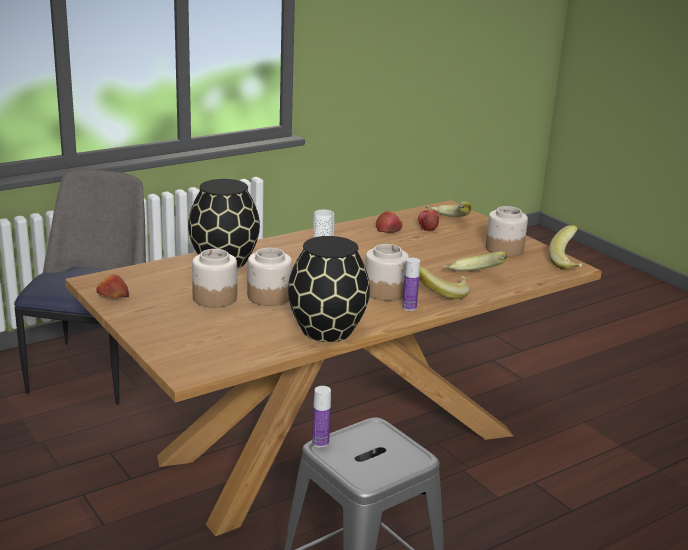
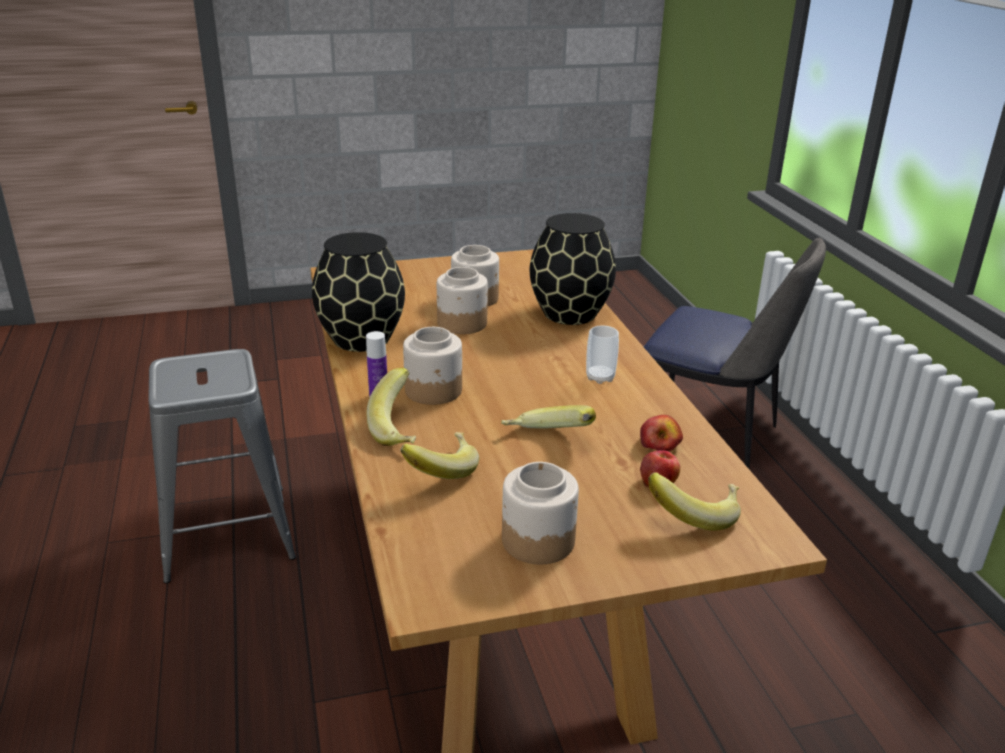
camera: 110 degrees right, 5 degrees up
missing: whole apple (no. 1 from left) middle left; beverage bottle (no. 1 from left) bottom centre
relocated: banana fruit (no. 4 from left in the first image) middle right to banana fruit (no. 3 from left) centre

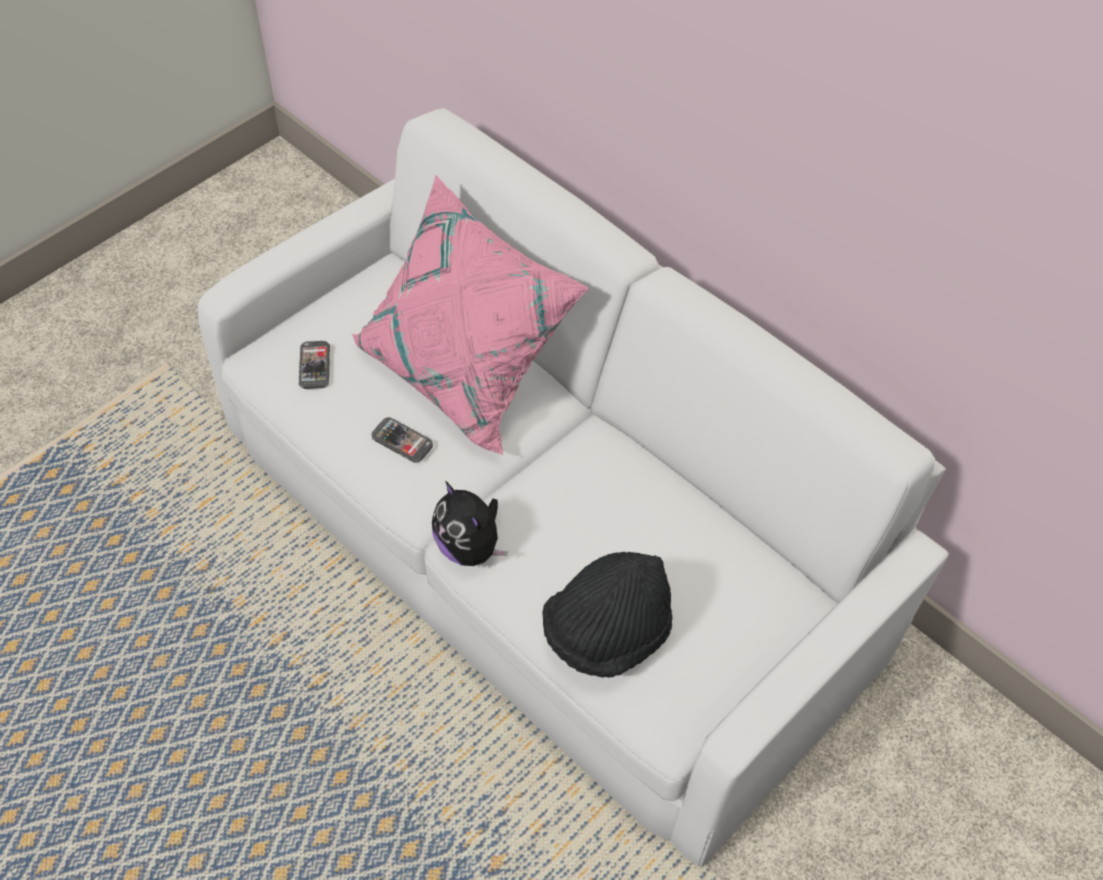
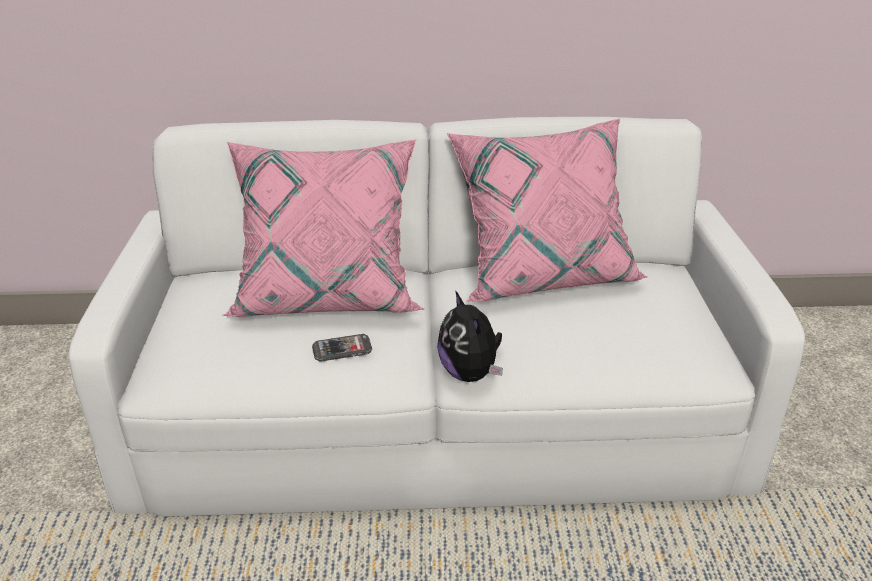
camera: 45 degrees left, 20 degrees down
missing: phone (no. 1 from left) middle left; clothing hat (black-coloured) bottom centre
appeared: throw pillow (pink) (no. 2 from left) centre
spun: soft toy centre = centre 60 degrees clockwise

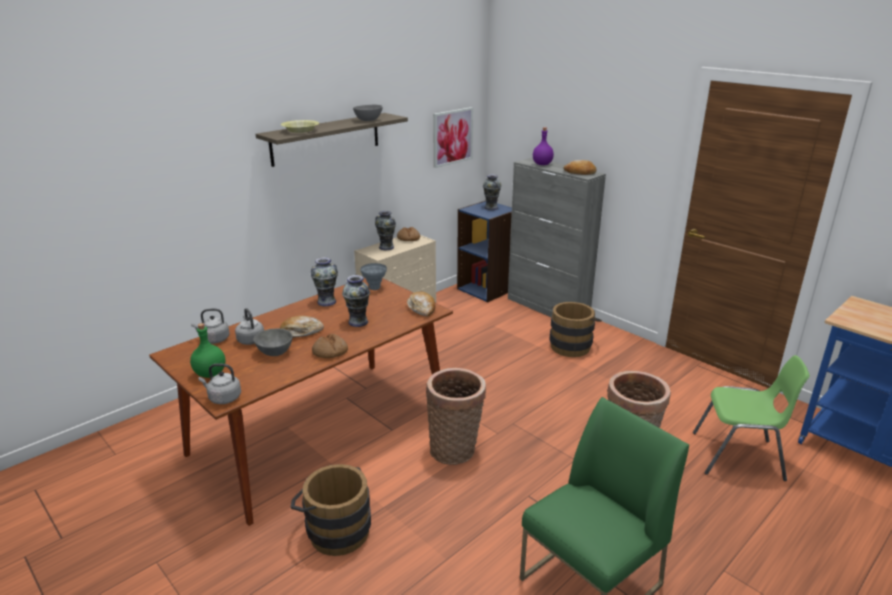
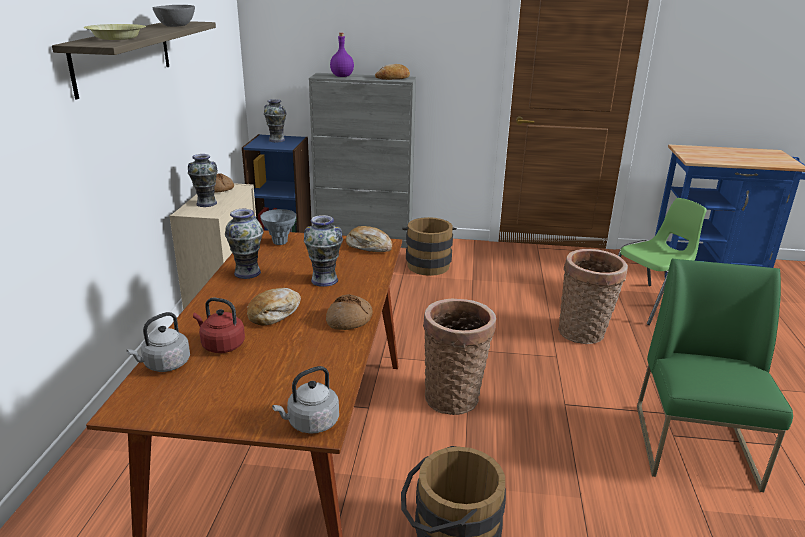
camera: 40 degrees left, 0 degrees up
missing: beverage bottle (greenish) middle left; serving bowl (greyish) (no. 1 from left) middle left; picture top centre
colour: tea kettle (greyish) (no. 3 from left) middle left to tea kettle (red-coloured) middle left

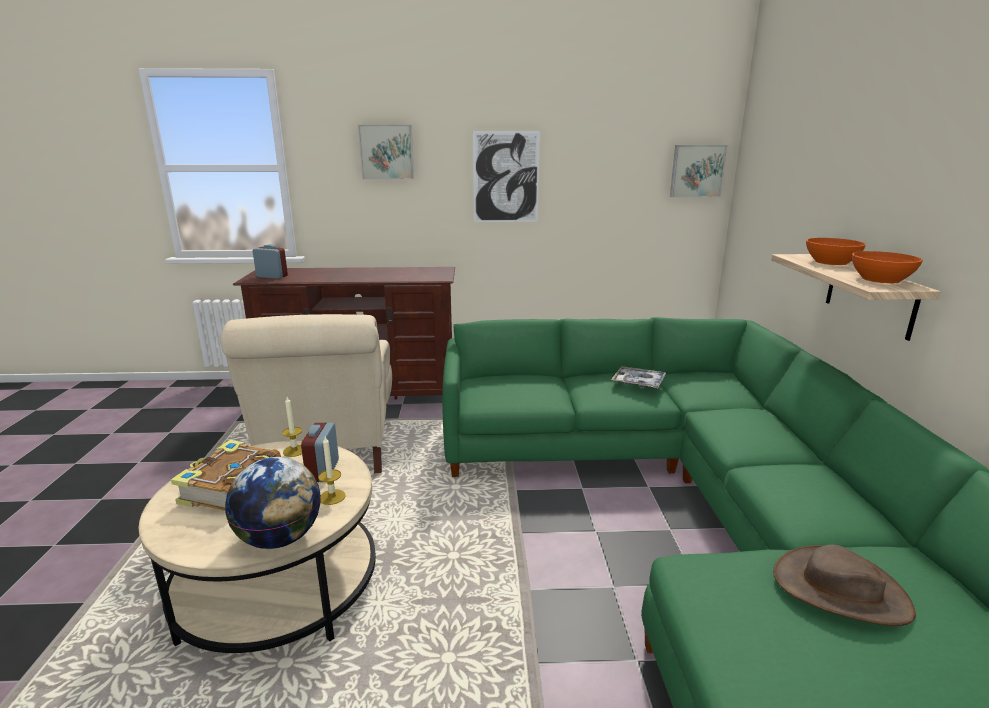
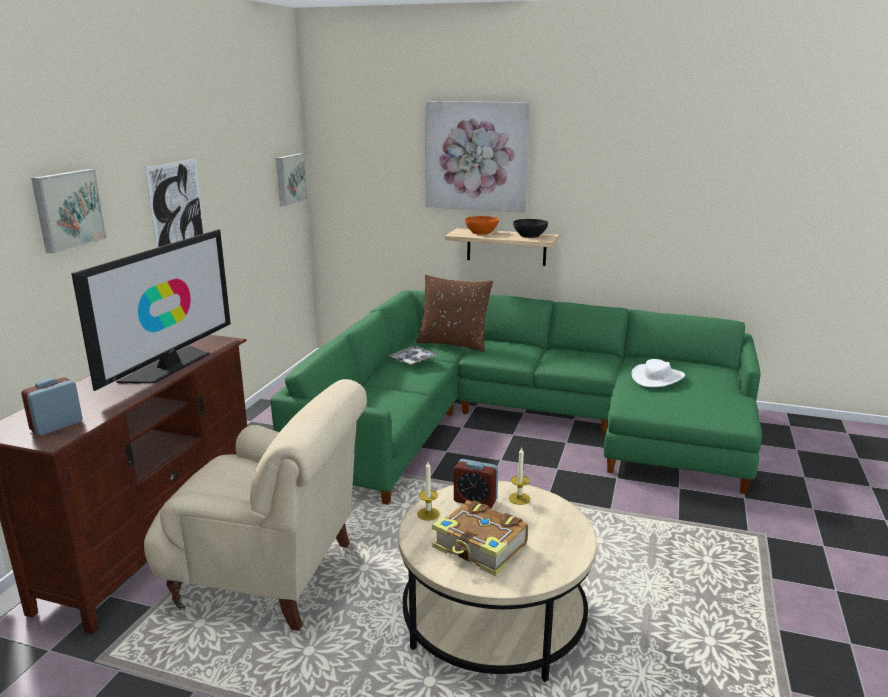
camera: 70 degrees left, 0 degrees up
missing: world globe bottom left
appeared: television middle left; throw pillow (brown-coloured) centre; picture (no. 4 from left) top centre
colour: clothing hat (brown-coloured) bottom right to clothing hat (white-coloured) middle right; serving bowl (orangey) (no. 2 from left) middle right to serving bowl (black-coloured) top centre

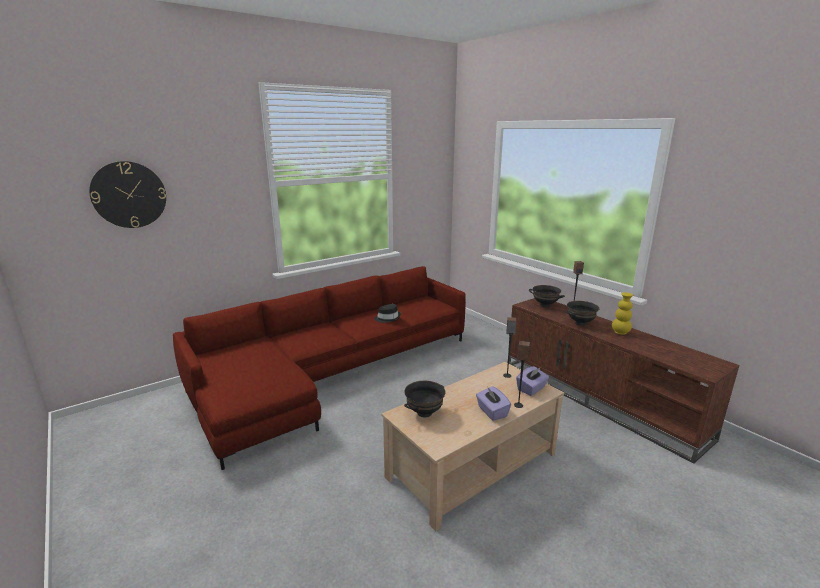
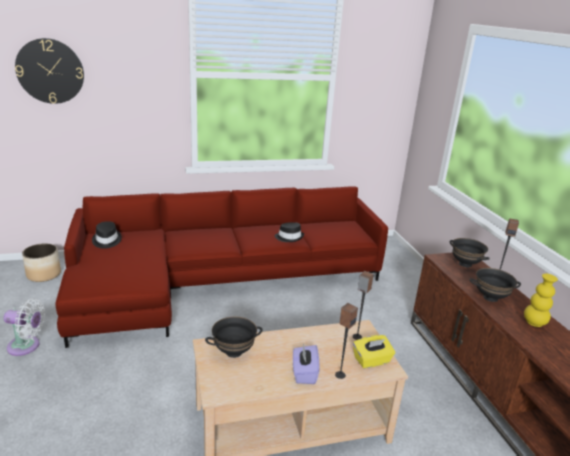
camera: 20 degrees right, 5 degrees up
appeared: fan (white-coloured) bottom left; planter middle left; clothing hat (black-coloured) (no. 1 from left) middle left
colour: box of tissues (purplish) (no. 2 from left) centre to box of tissues (yellowish) bottom centre

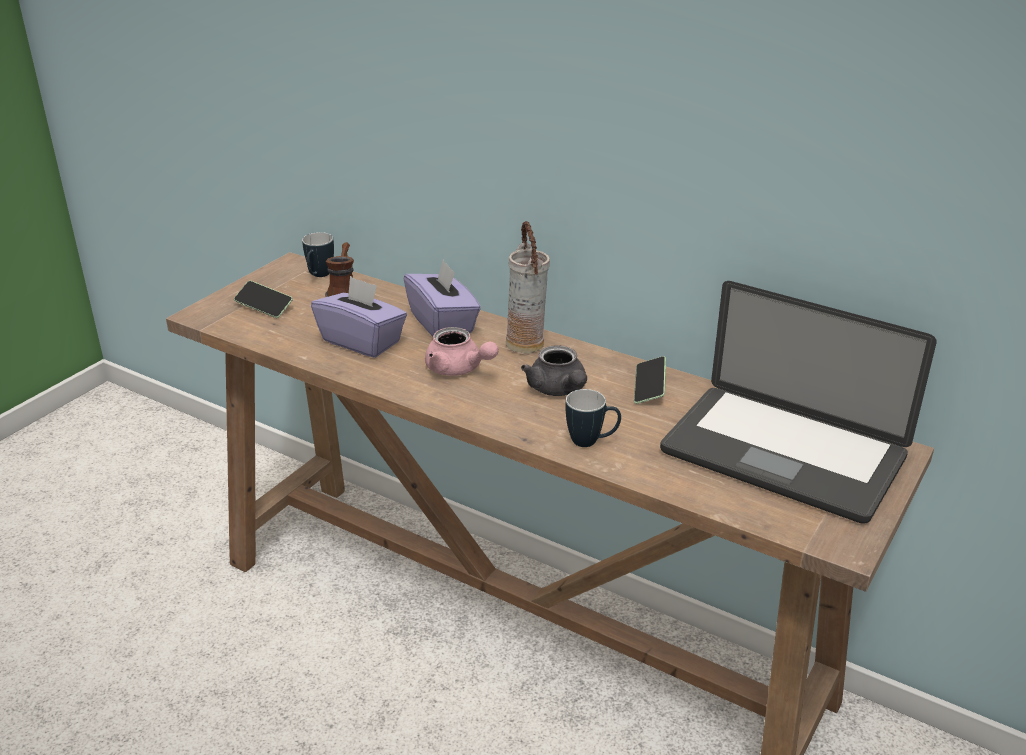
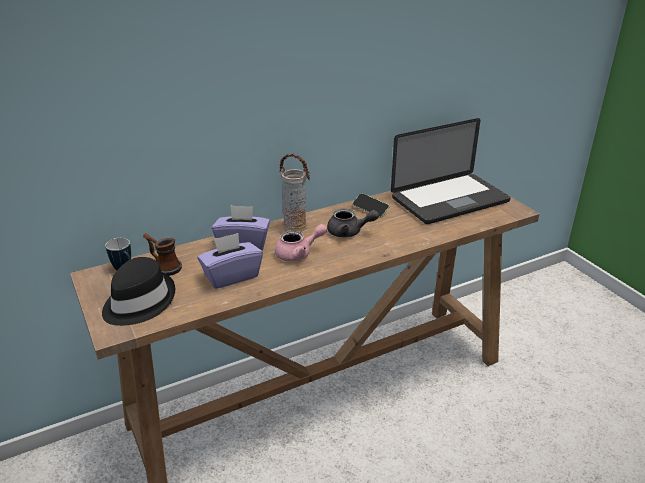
camera: 60 degrees left, 0 degrees up
missing: mug (no. 3 from left) centre
exchanged: phone (no. 1 from left) middle left to clothing hat (black-coloured) middle left

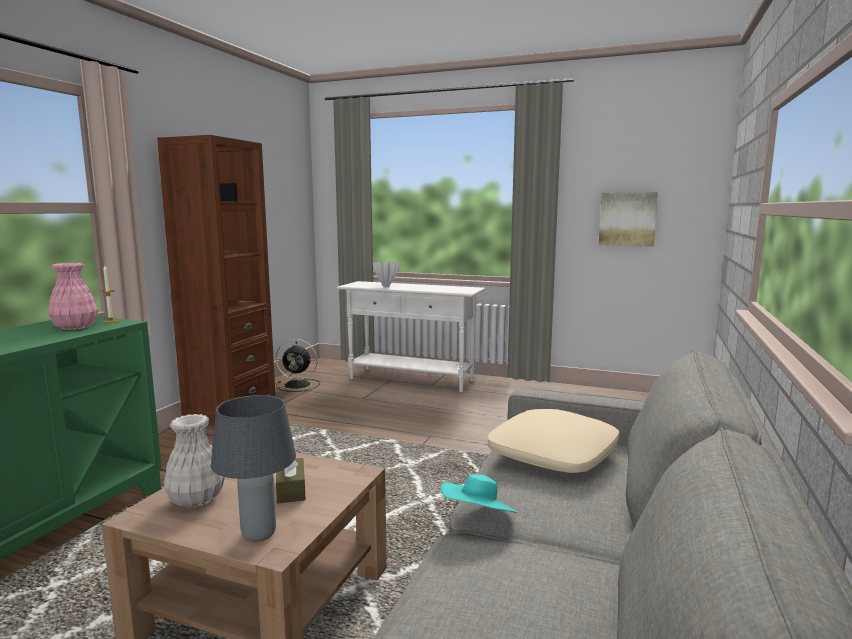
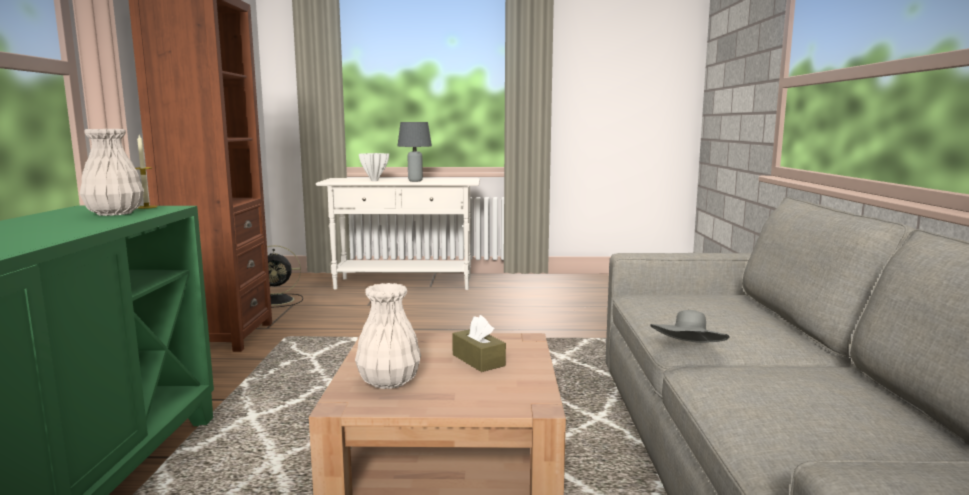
camera: 20 degrees left, 0 degrees up
missing: throw pillow (sand-coloured) bottom centre; picture middle right
relocated: tabletop lamp (greyish) bottom left to top centre
colour: vase (pink) middle left to vase (white-coloured) (no. 1 from left) middle left; clothing hat (blue-green) bottom centre to clothing hat (greyish) middle right

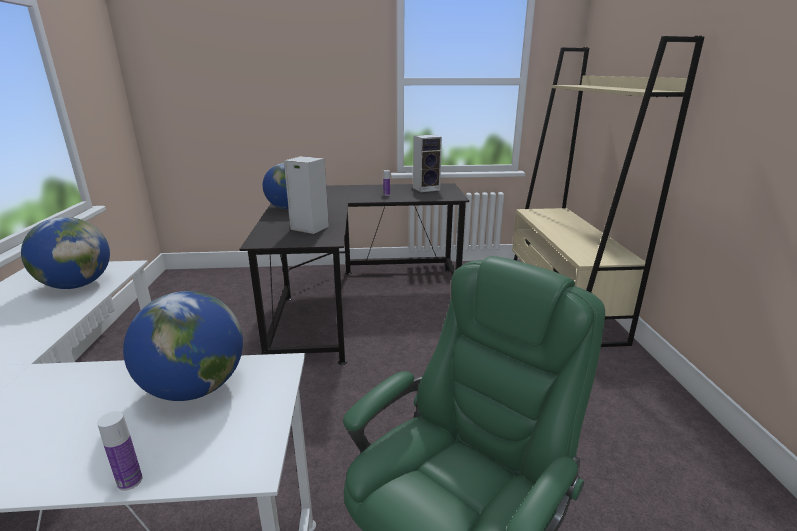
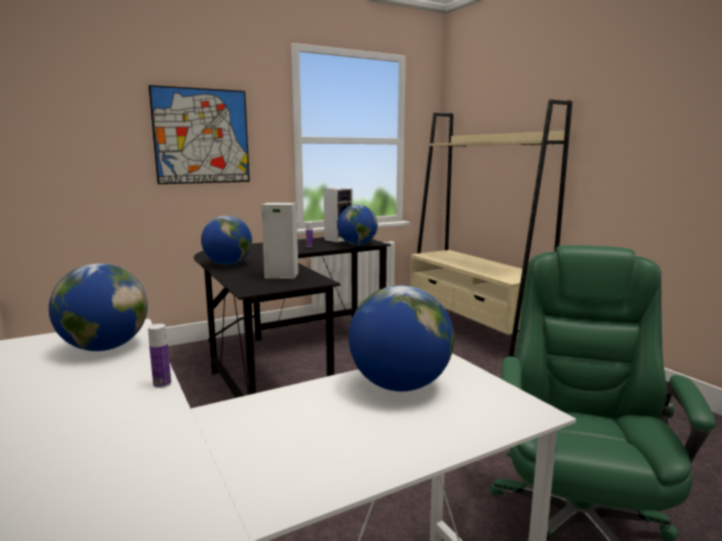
camera: 25 degrees left, 10 degrees down
appeared: picture top left; world globe (no. 3 from left) centre
relocated: beverage bottle (no. 1 from left) bottom left to middle left

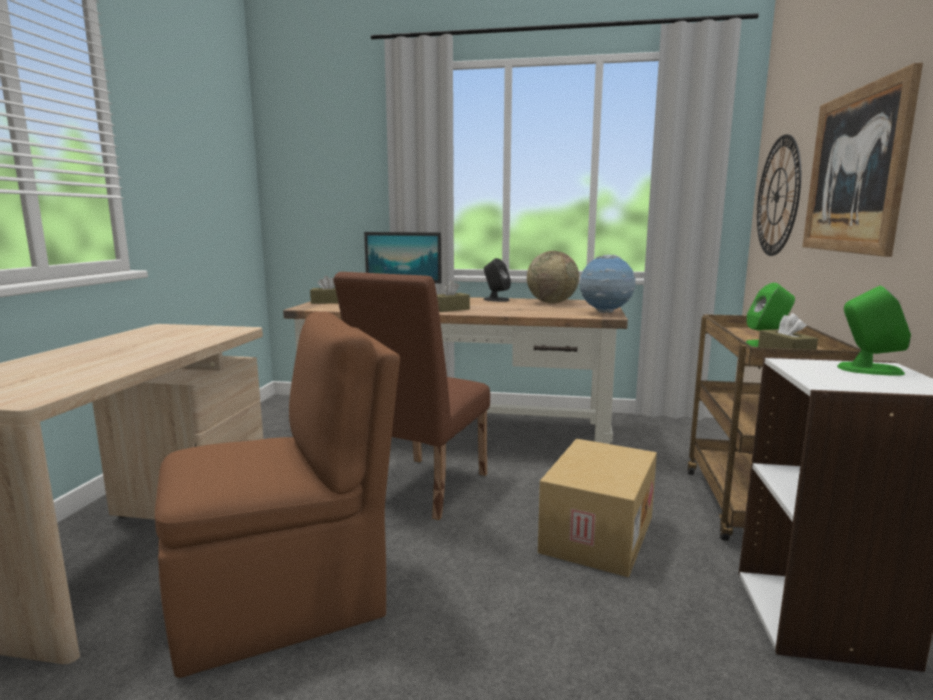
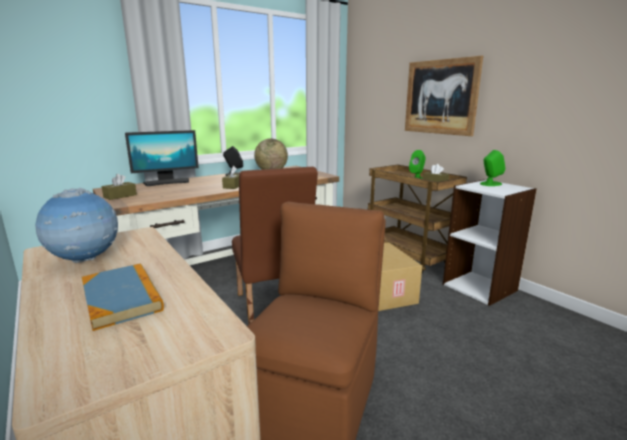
camera: 45 degrees left, 5 degrees up
missing: wall clock top right
appeared: book bottom left
relocated: world globe (no. 2 from left in the first image) centre to world globe (no. 1 from left) middle left

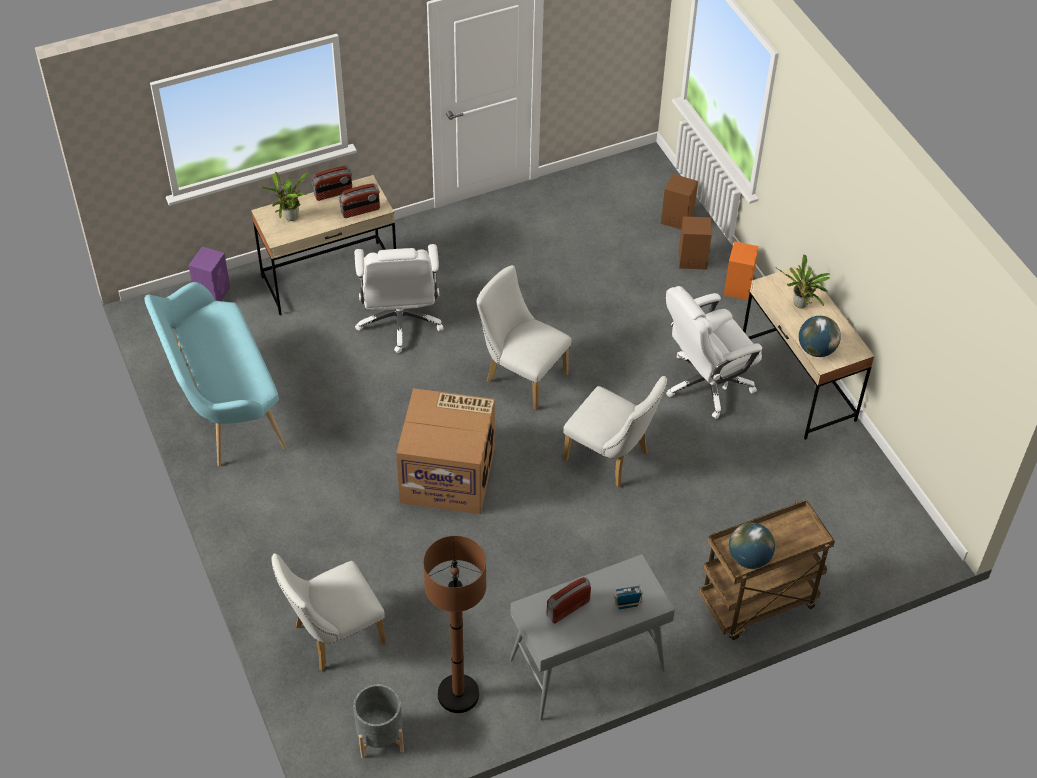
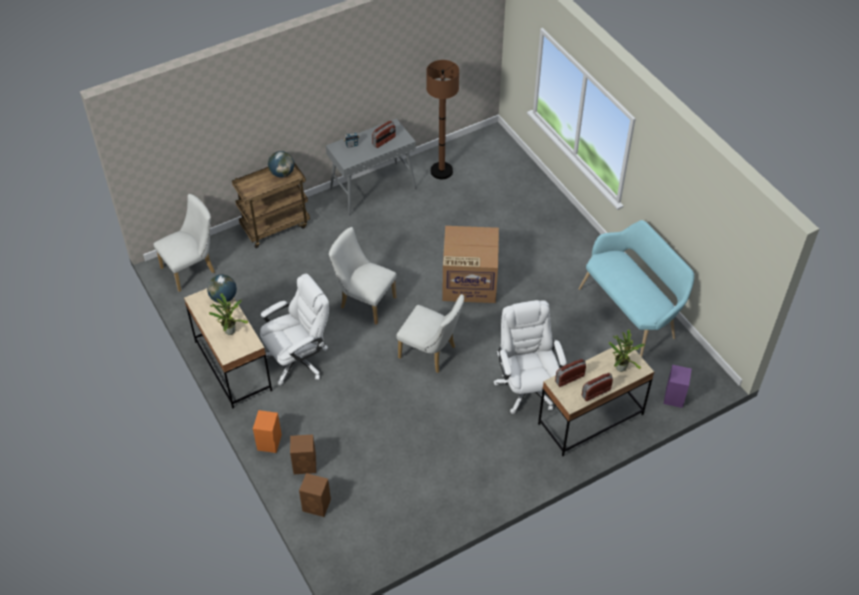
camera: 175 degrees right, 0 degrees up
missing: planter (greyish) bottom centre
relocated: upright chair (white-coloured) (no. 1 from left) bottom left to middle left

